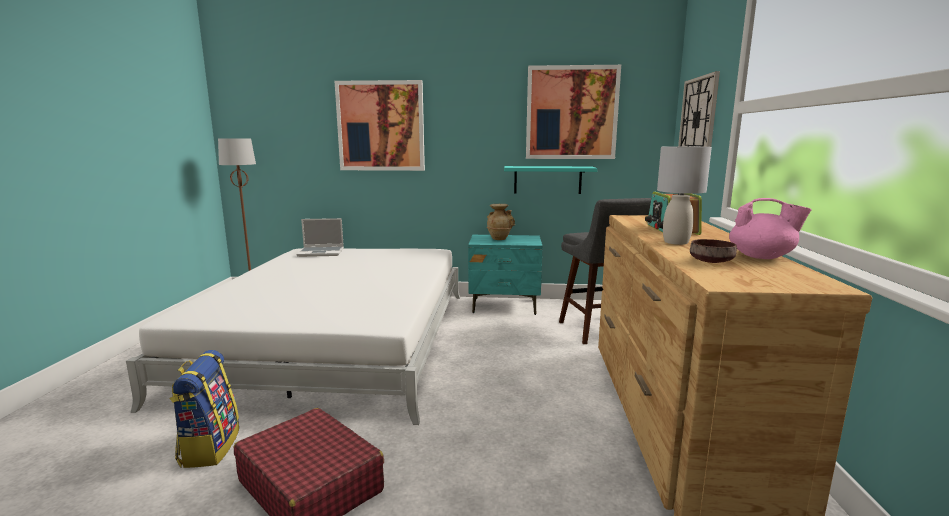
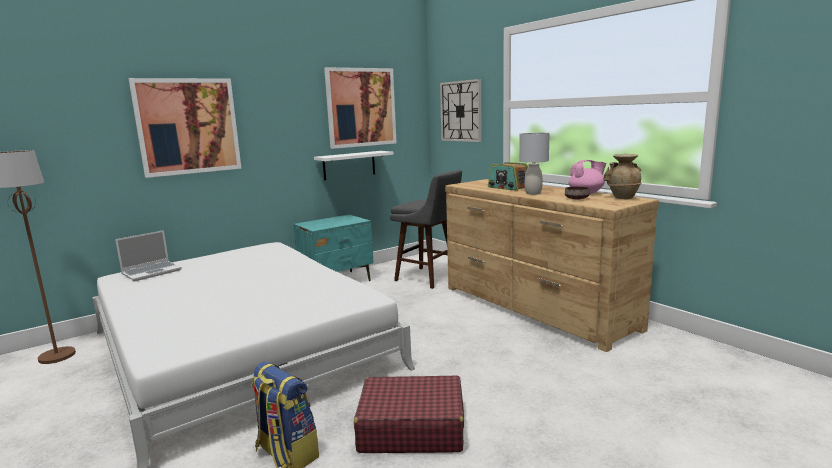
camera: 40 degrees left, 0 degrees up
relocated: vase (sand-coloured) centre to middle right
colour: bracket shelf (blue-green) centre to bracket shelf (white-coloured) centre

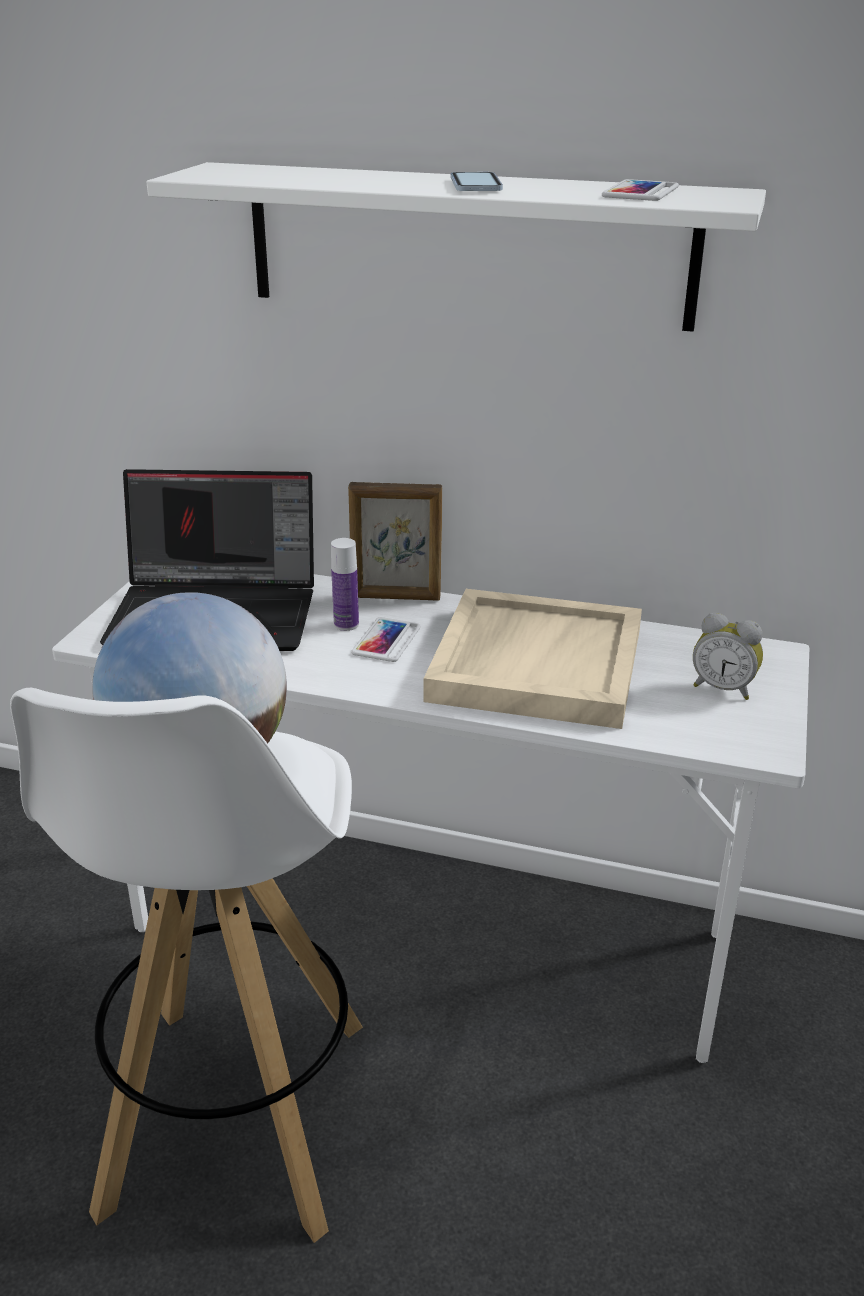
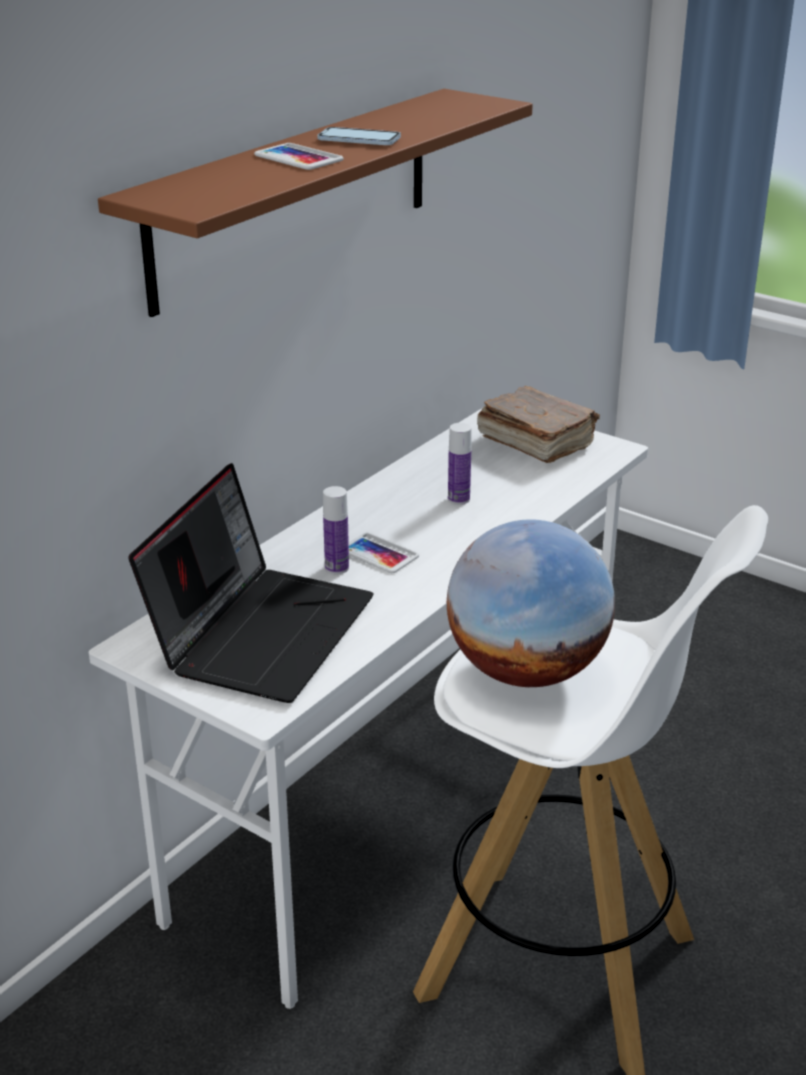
camera: 70 degrees left, 0 degrees up
missing: standing frame centre
relocated: phone (no. 3 from left in the first image) top right to phone (no. 1 from left) top centre
exchanged: tray (sand-coloured) centre to beverage bottle (no. 2 from left) centre; bedside clock middle right to book (brown-coloured) middle right
colour: bracket shelf (white-coloured) top centre to bracket shelf (brown-coloured) top centre

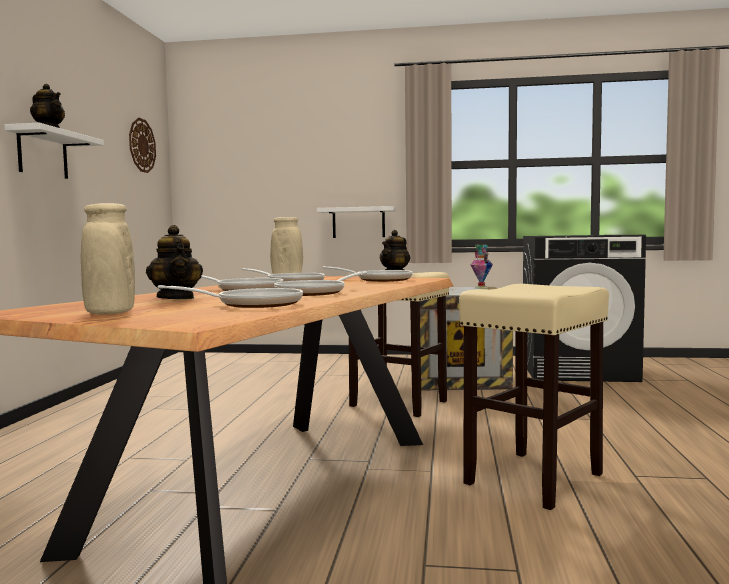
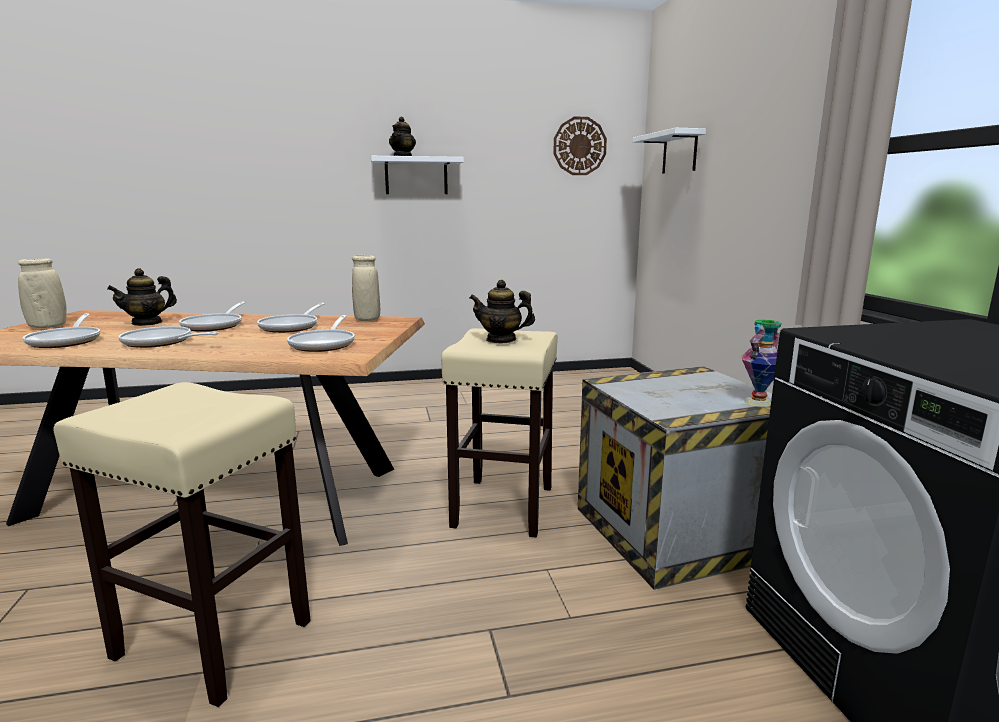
camera: 70 degrees right, 10 degrees up
relocated: bracket shelf (white-coloured) (no. 2 from left) centre to top right

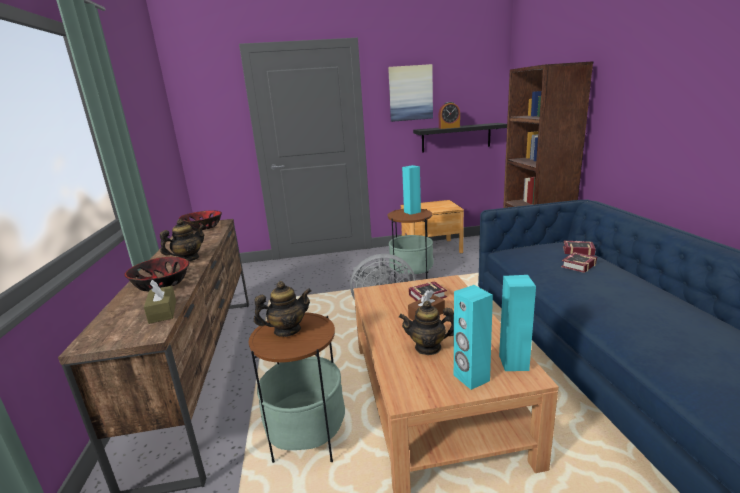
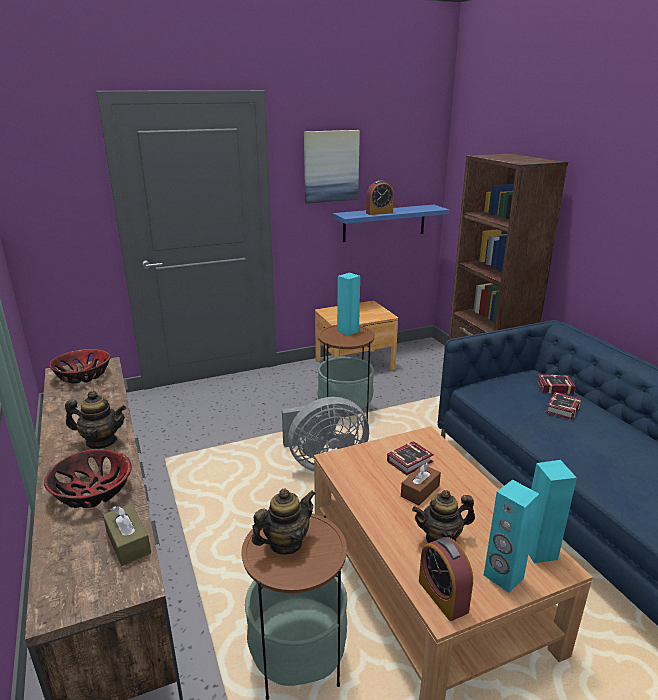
camera: 15 degrees left, 5 degrees up
appeared: bedside clock (no. 2 from left) bottom right
colour: bracket shelf (black-coloured) top centre to bracket shelf (bluish) top centre
spun: pot for tea (no. 1 from left) middle left = middle left 60 degrees clockwise

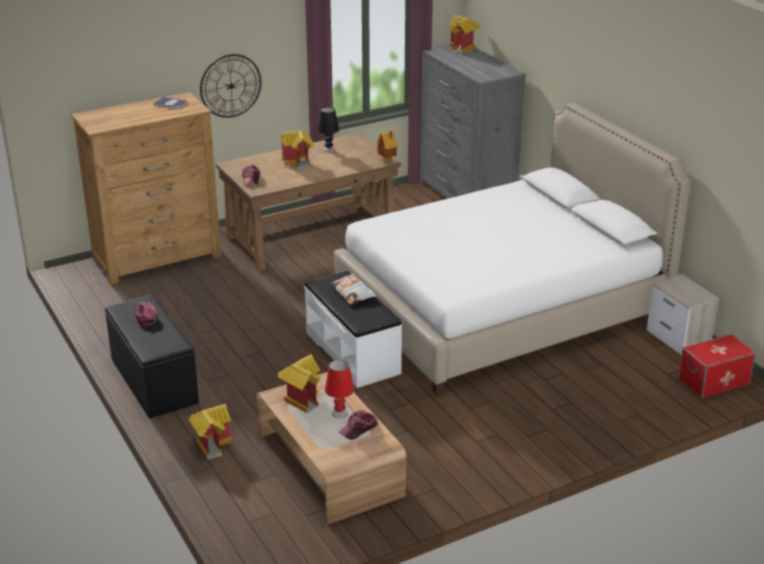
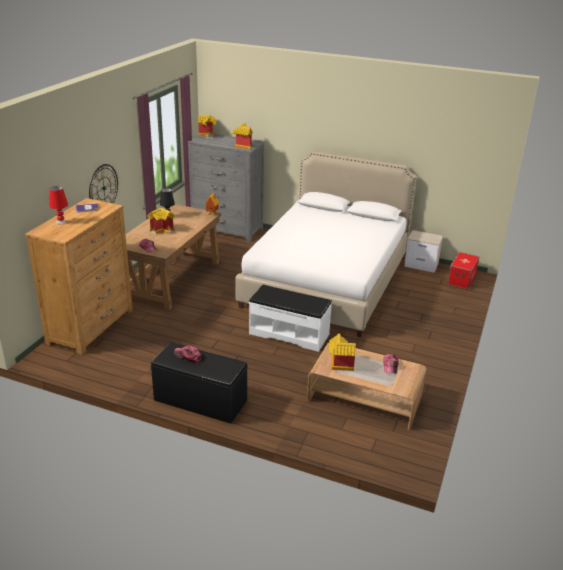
camera: 40 degrees left, 0 degrees up
missing: throw pillow centre
relocated: miniature house (no. 1 from left in the first image) bottom left to miniature house (no. 4 from left) top centre; tabletop lamp (red-coloured) bottom centre to middle left

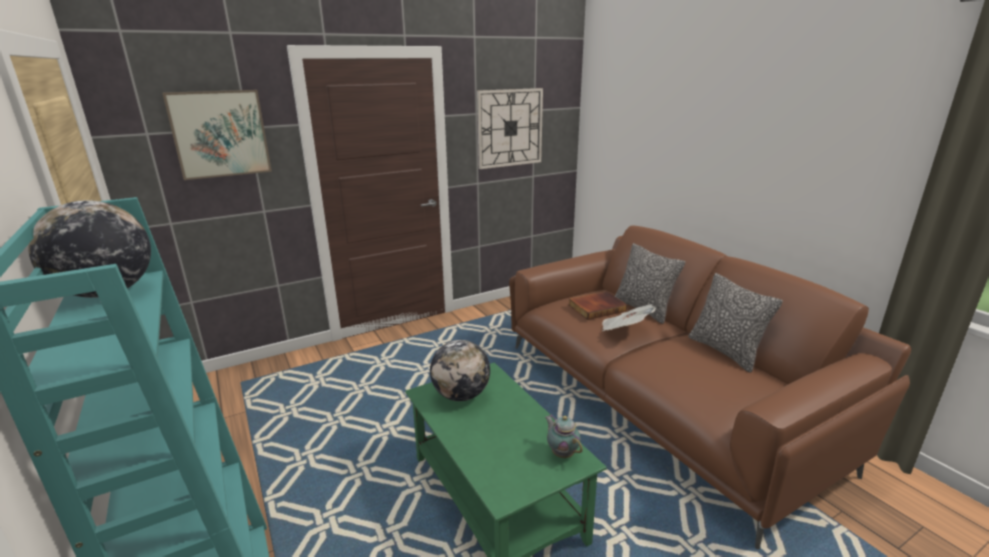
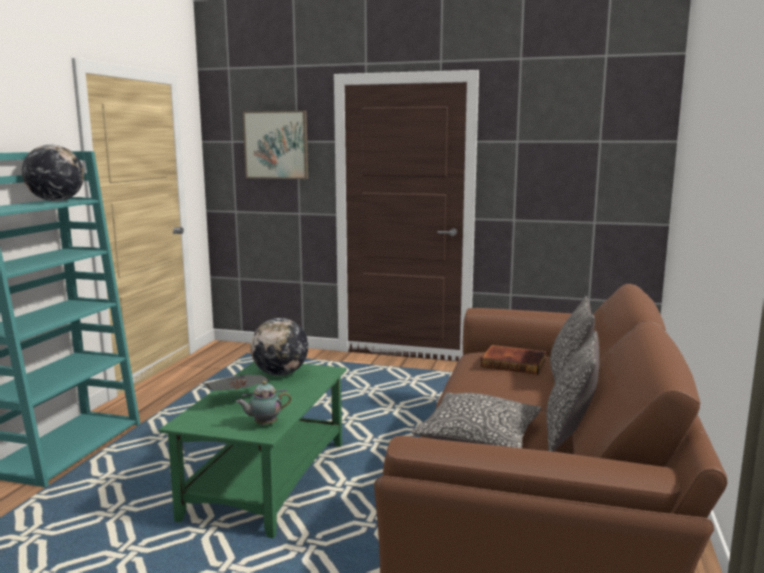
camera: 45 degrees right, 10 degrees down
missing: wall clock top centre
appeared: throw pillow (no. 1 from left) bottom centre
relocated: newspaper centre to bottom left
spun: pot for tea bottom centre = bottom centre 120 degrees counterclockwise

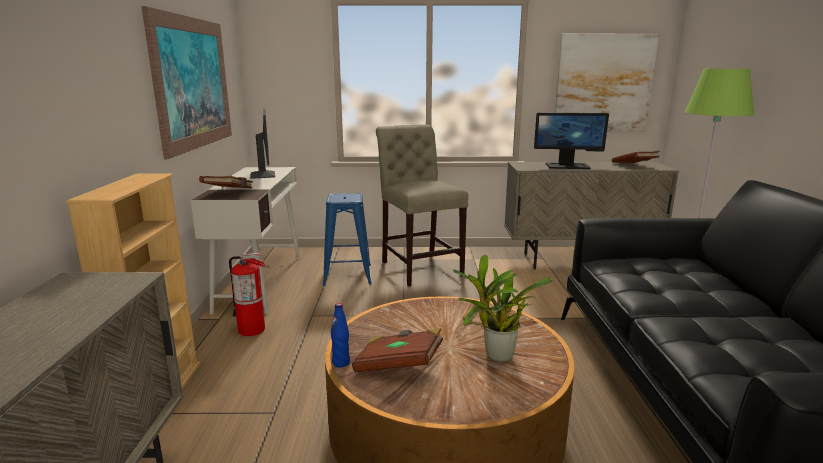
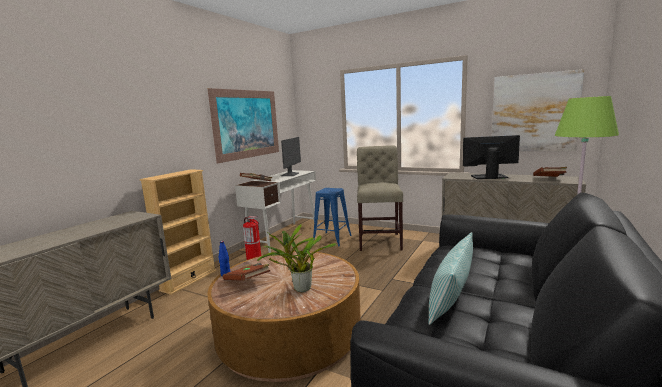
camera: 30 degrees right, 5 degrees down
appeared: throw pillow bottom right
spun: monitor (no. 2 from left) top right = middle right 150 degrees clockwise

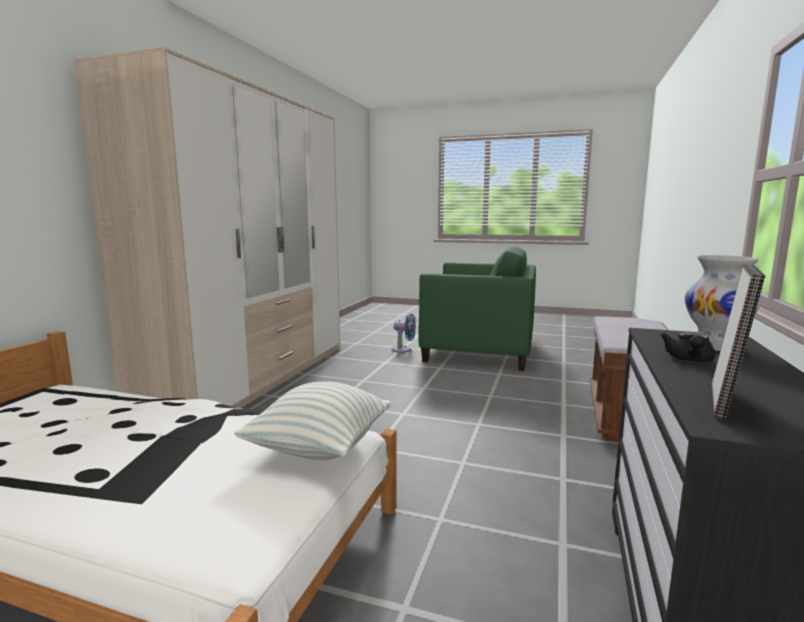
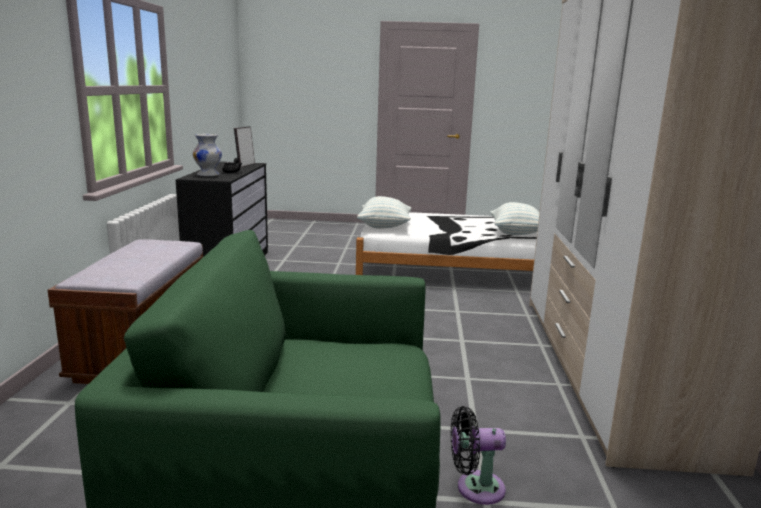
camera: 165 degrees right, 5 degrees up
appeared: throw pillow (no. 2 from left) middle right
colour: fan (bluish) centre to fan (black-coloured) bottom centre

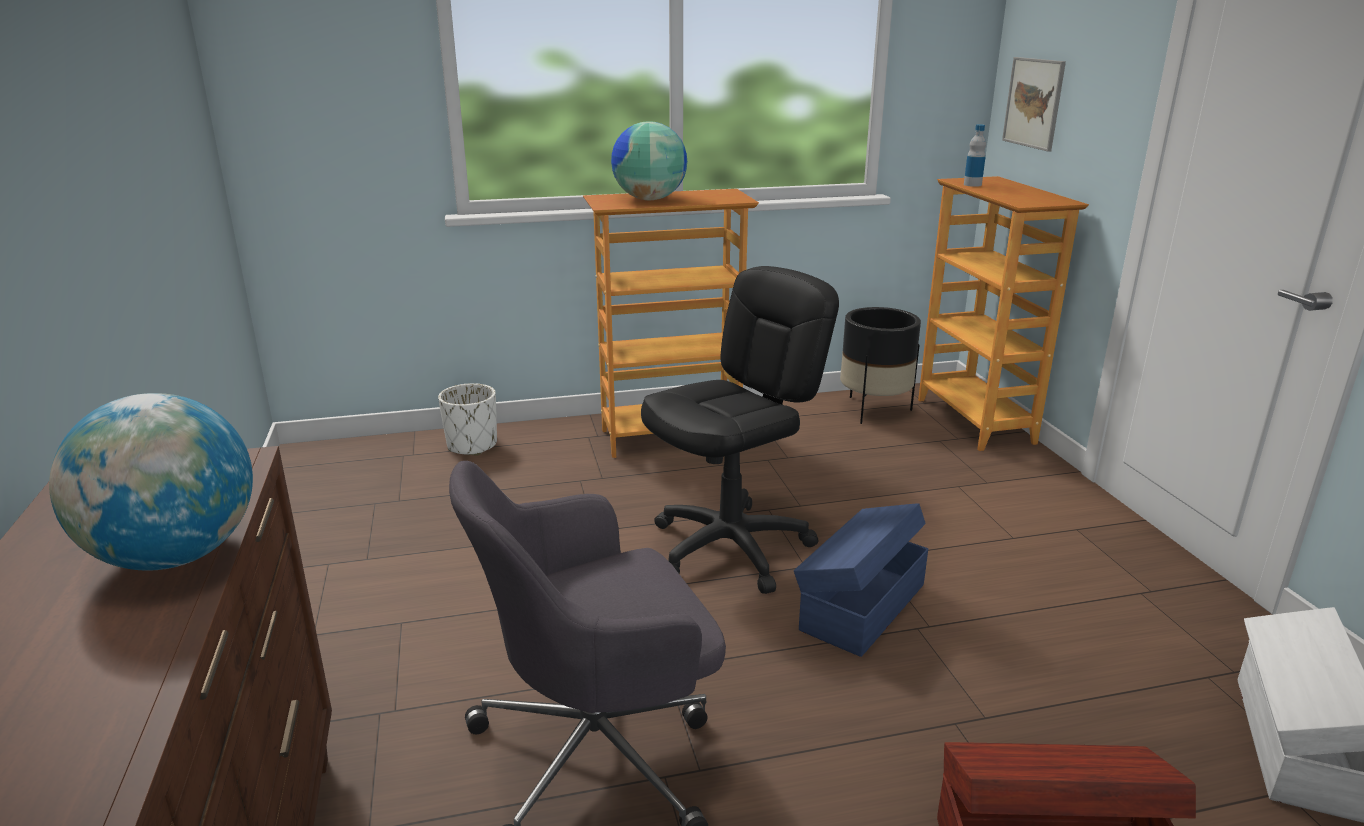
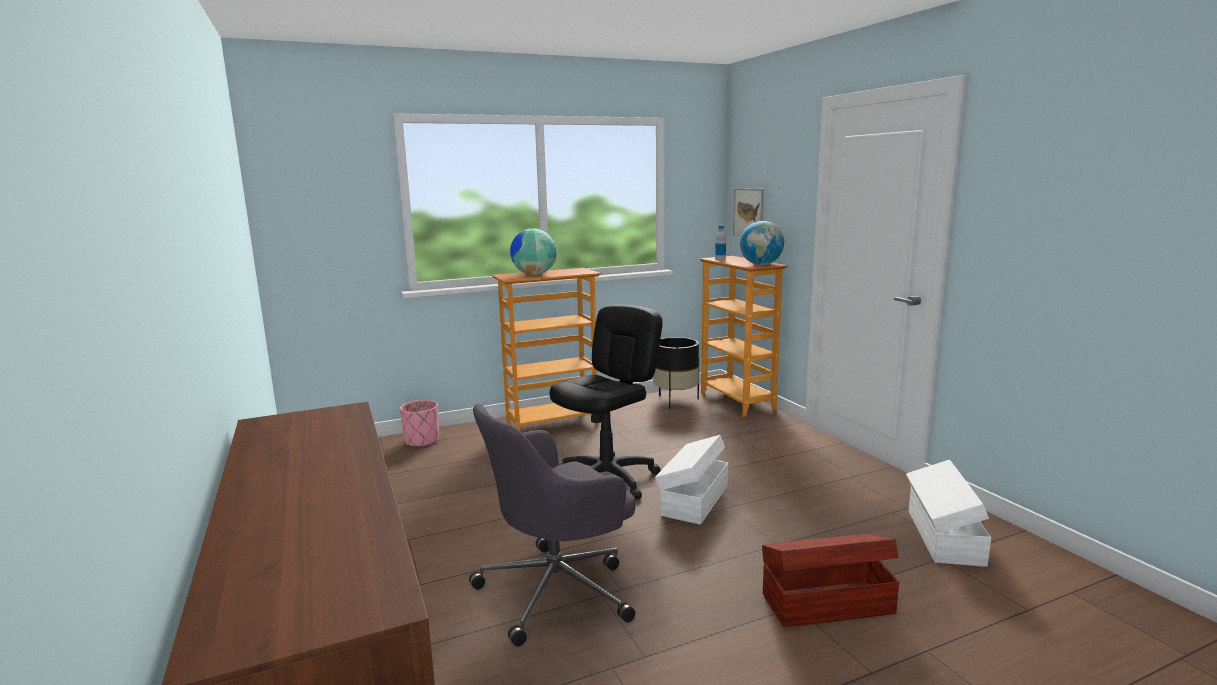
camera: 10 degrees left, 10 degrees down
relocated: world globe (no. 1 from left in the first image) middle left to world globe (no. 2 from left) centre
colour: planter (white-coloured) centre to planter (pink) centre; storage bin (bluish) bottom centre to storage bin (white-coloured) (no. 1 from left) bottom centre

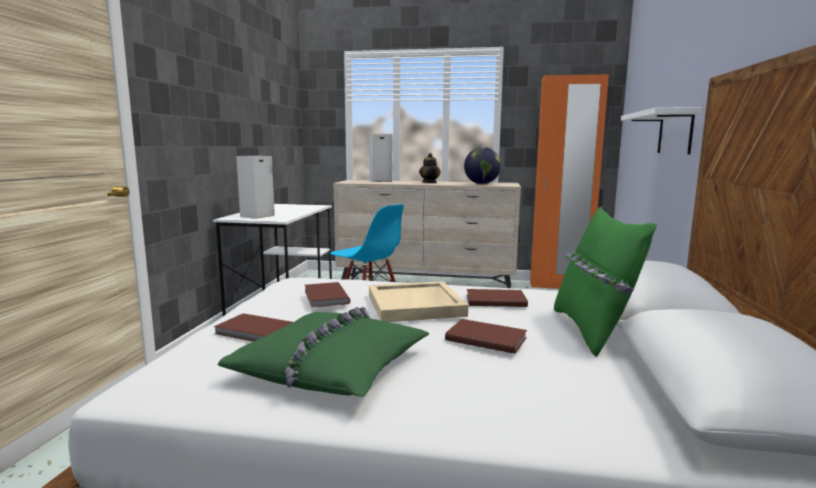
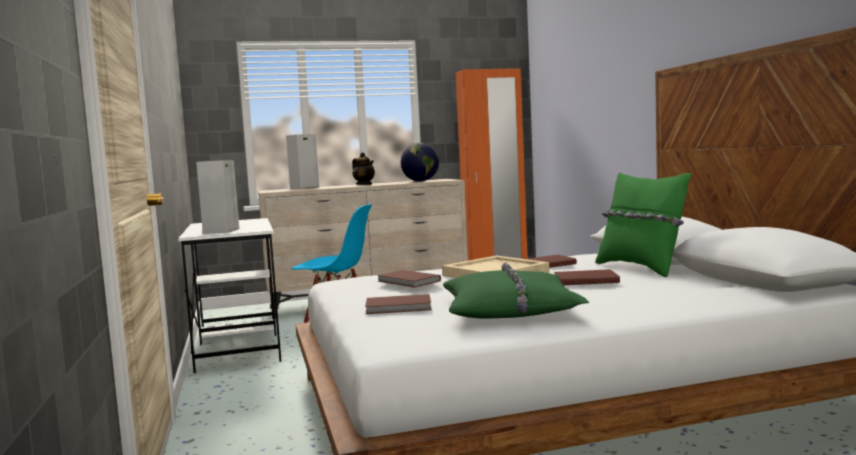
camera: 25 degrees left, 5 degrees down
missing: bracket shelf (white-coloured) top right

